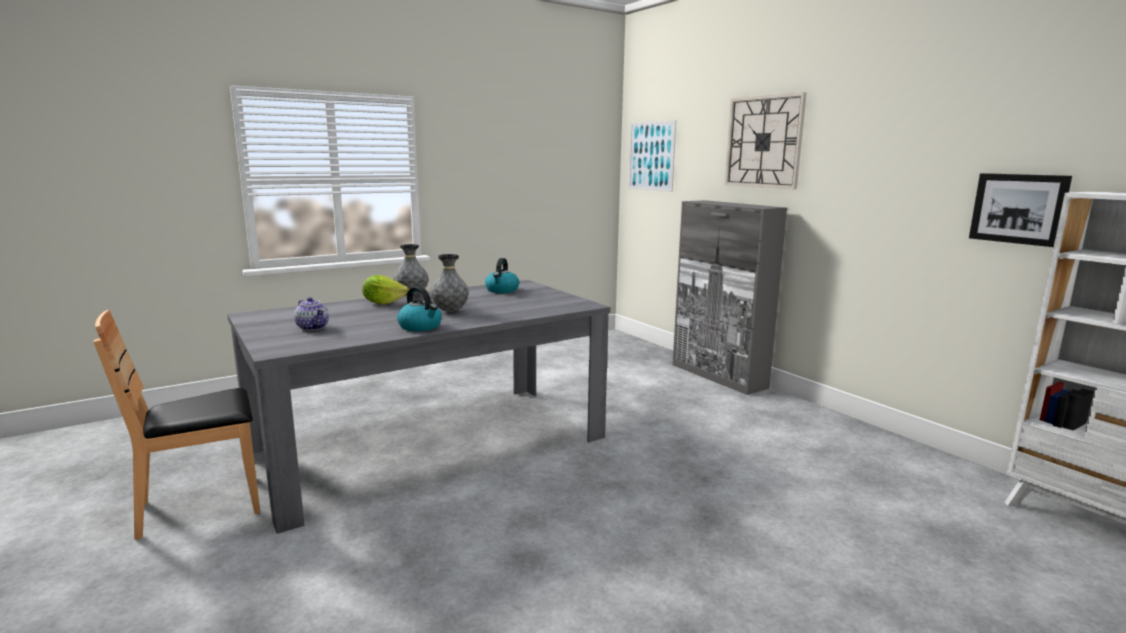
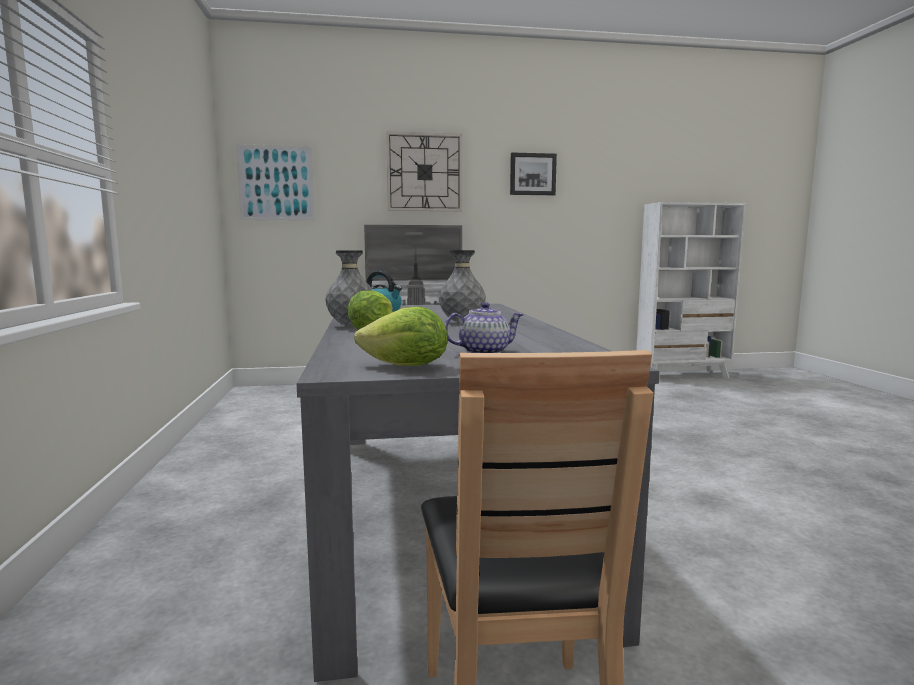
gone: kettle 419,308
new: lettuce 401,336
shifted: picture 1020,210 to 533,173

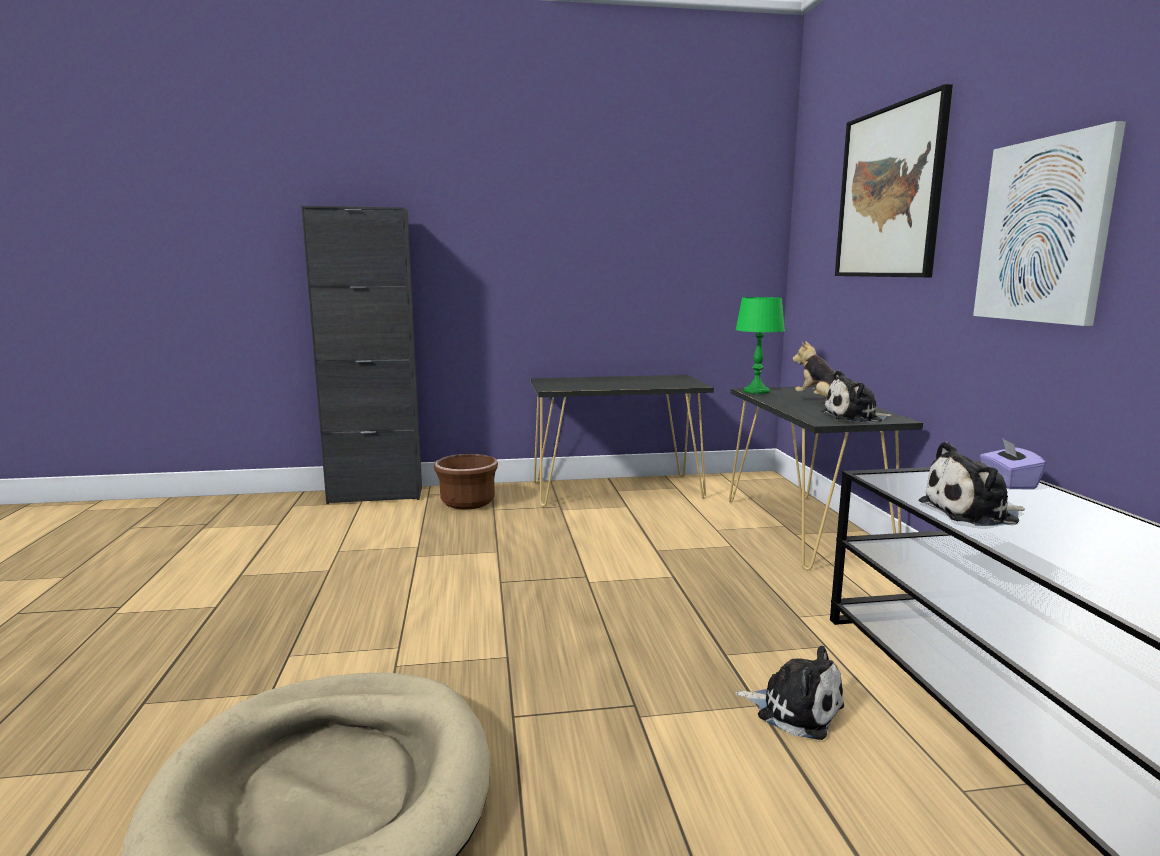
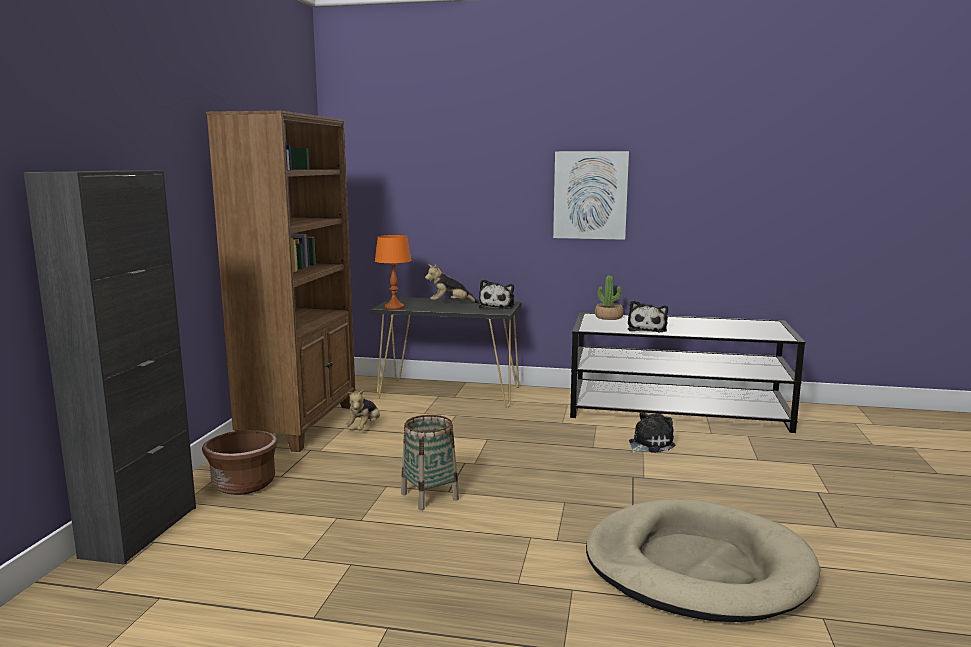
gone: picture 894,180
new: plush toy 362,410; basket 430,462
swapped: black console table 622,440 to brown bookcase 280,281; purple tissue box 1013,463 to potted plant 609,297
repainted: green table lamp 760,345 to orange table lamp 393,272

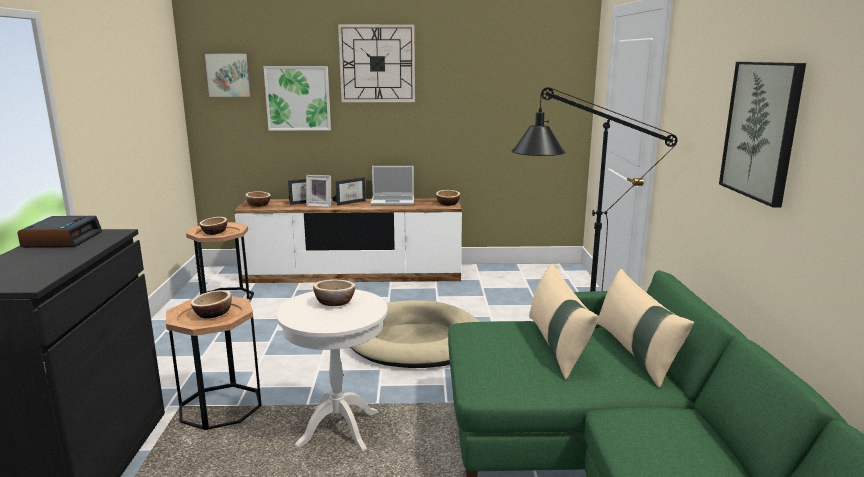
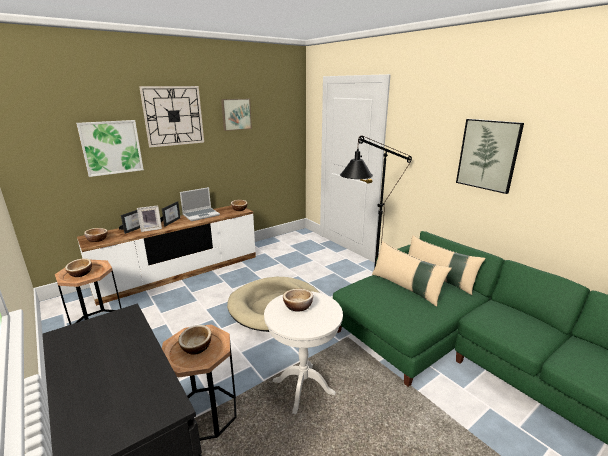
gone: alarm clock 59,232
shifted: picture 228,75 to 236,115

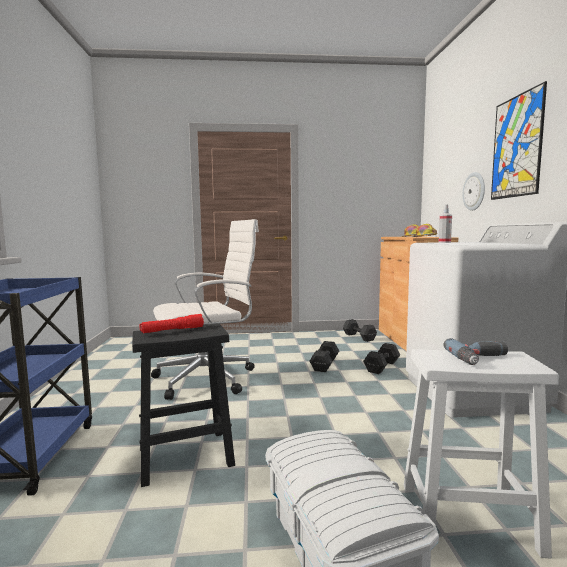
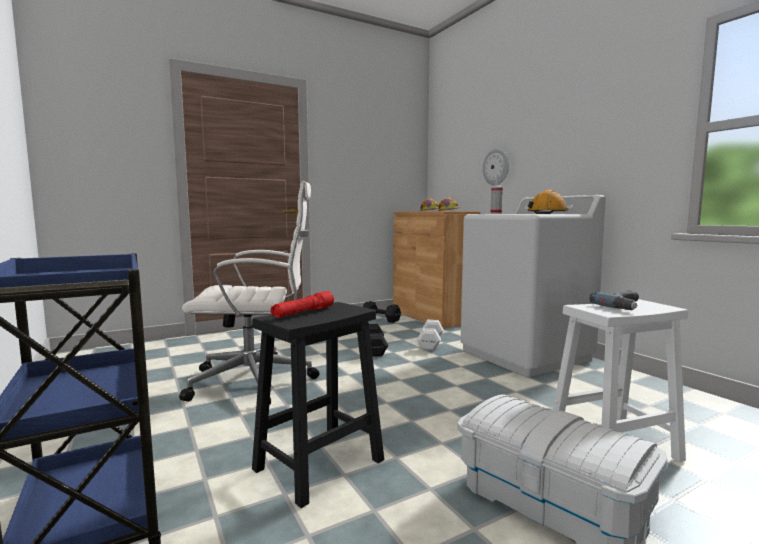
gone: picture 519,140
new: orange hard hat 548,202
repainted: black dumbbell 381,358 to white dumbbell 430,335
rotated: white office chair 205,309 = 249,293 45 degrees clockwise

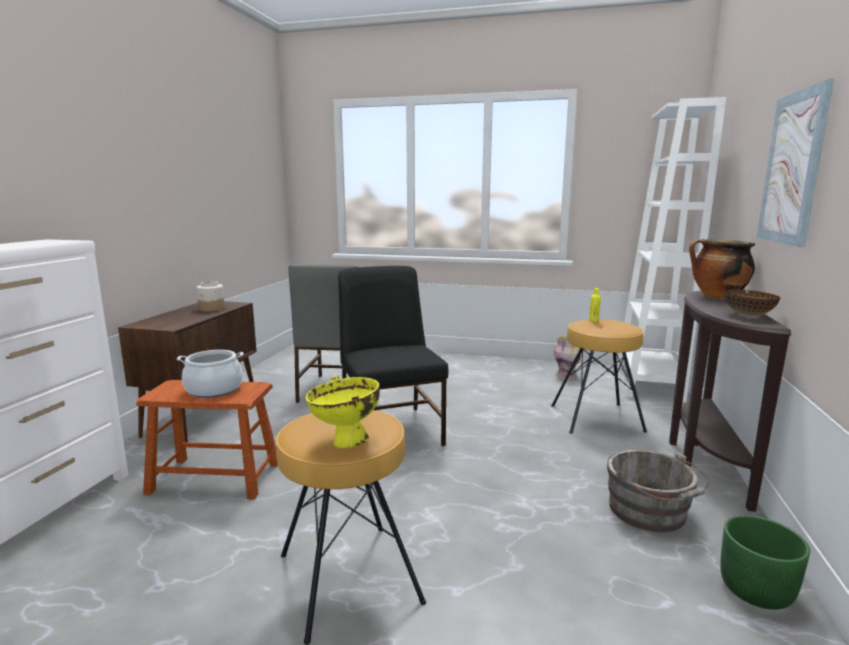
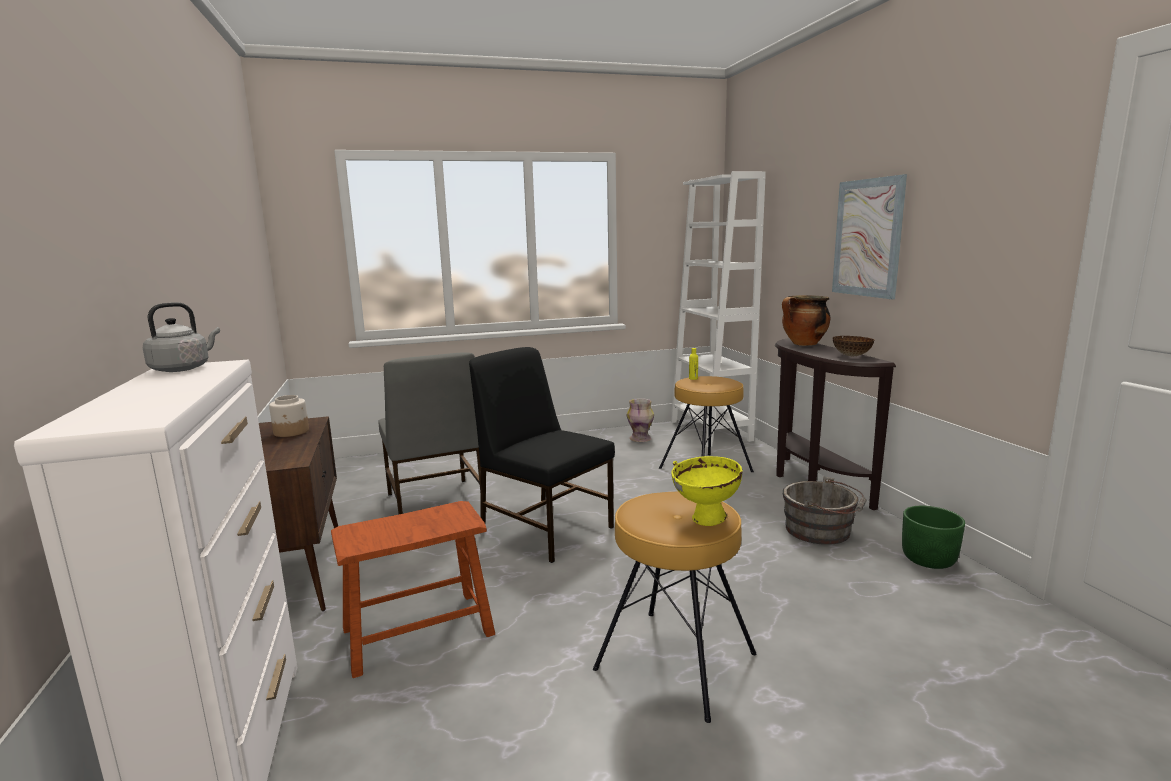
gone: cooking pot 210,374
new: grey kettle 181,337

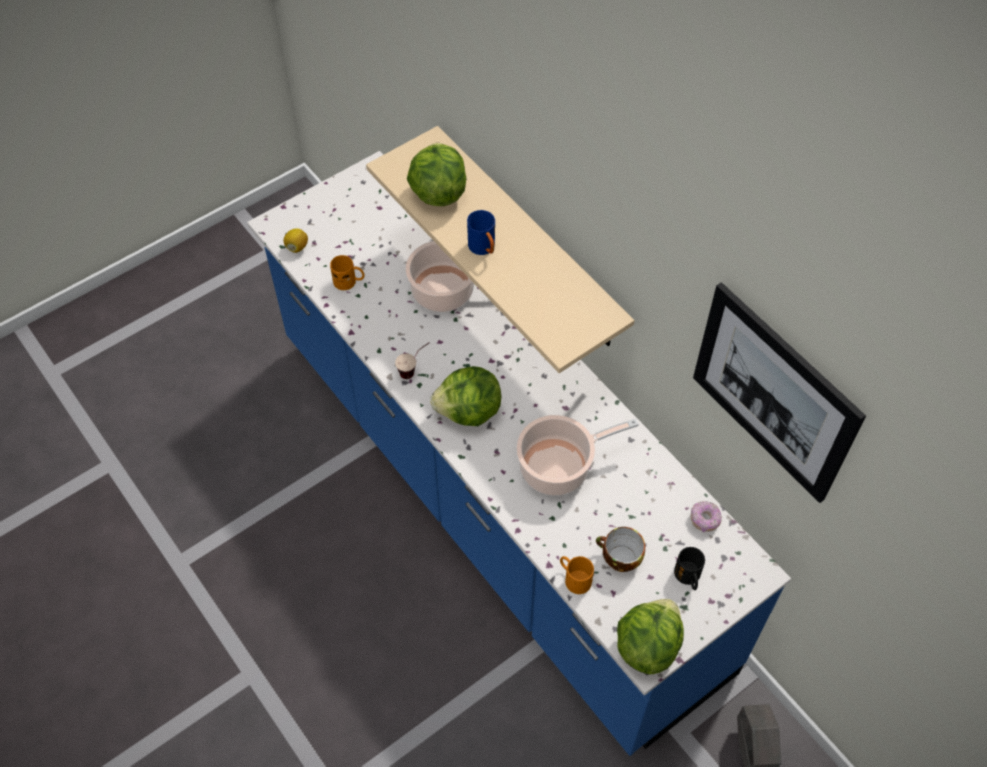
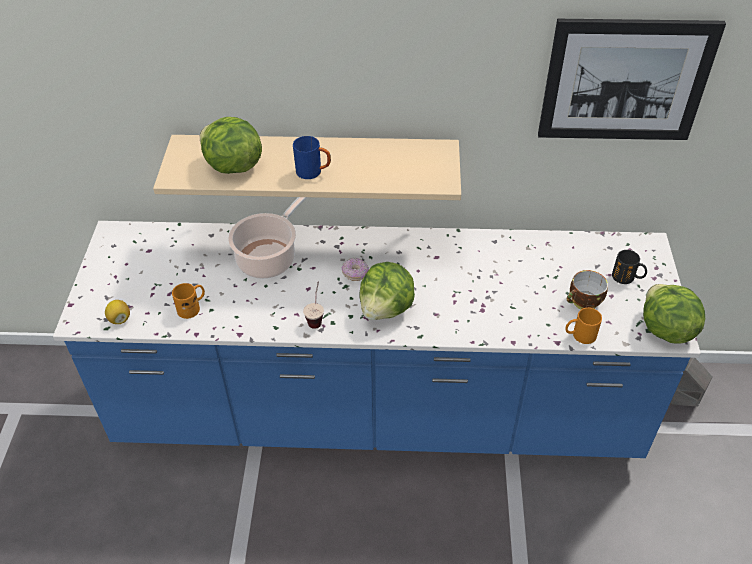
gone: cooking pot 578,455
shifted: donut 706,516 to 355,269

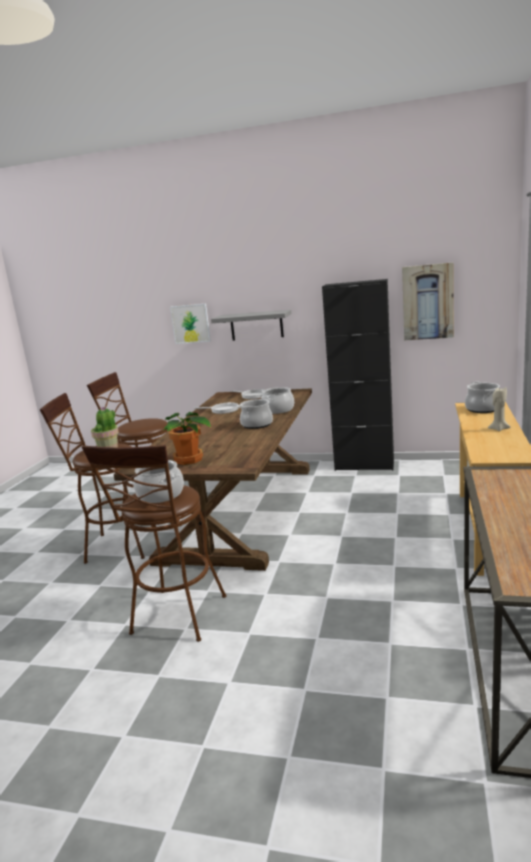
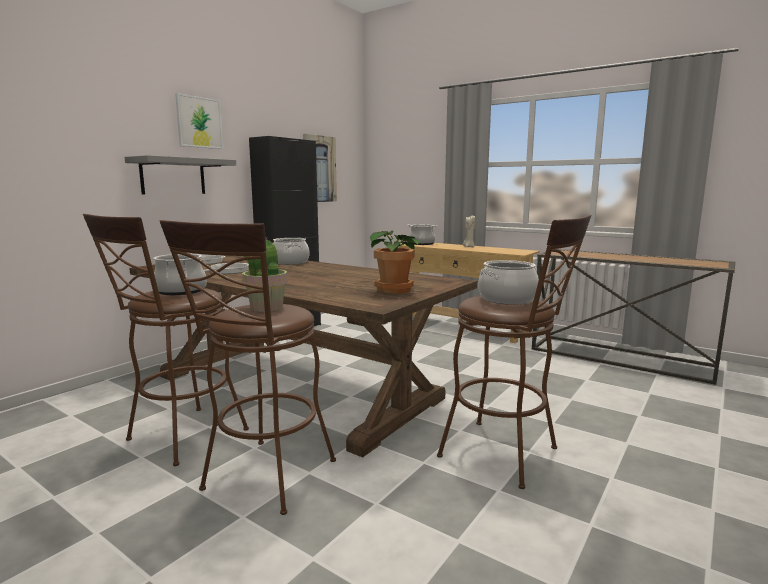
shifted: picture 190,324 to 199,121; cooking pot 255,413 to 180,273

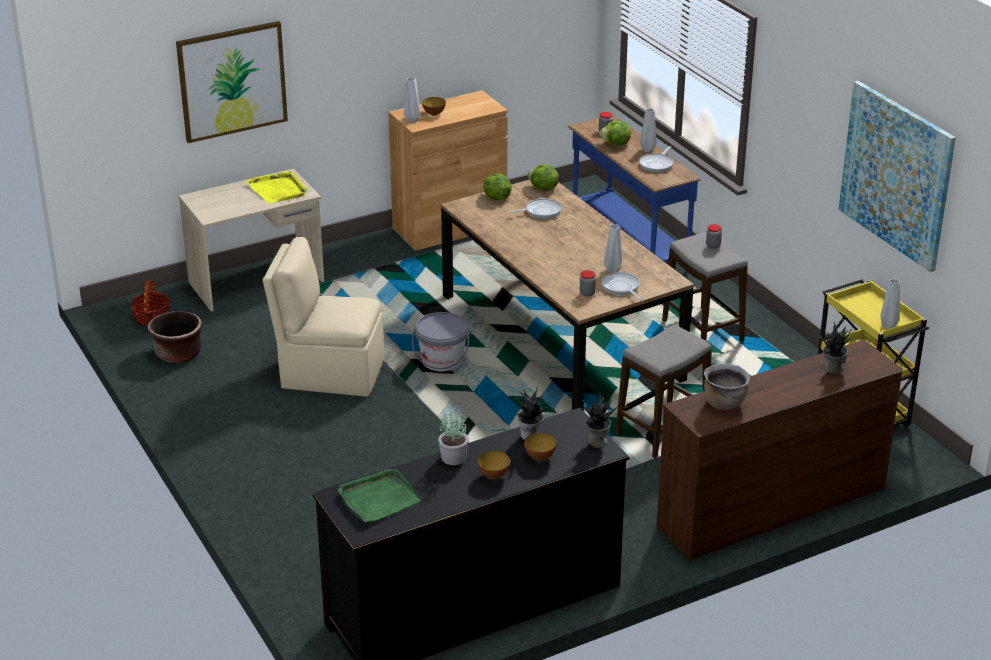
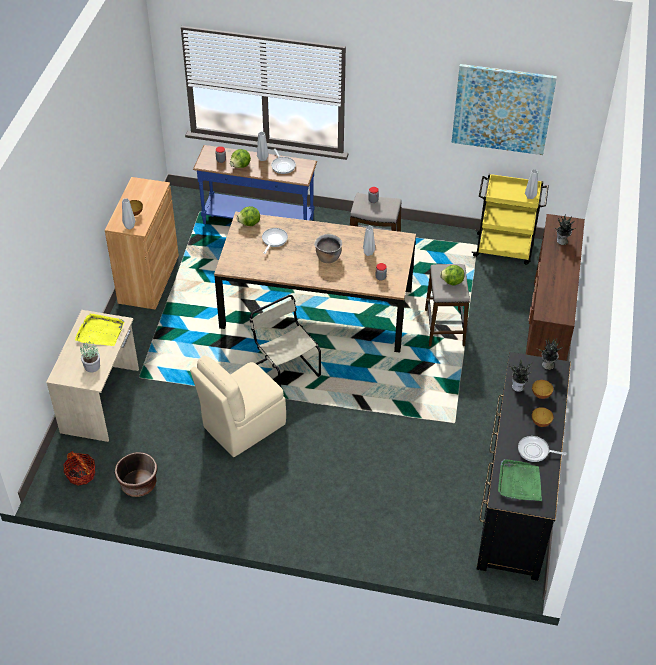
gone: picture 232,82
shifted: lettuce 497,187 to 452,275; frying pan 621,286 to 542,449; brown cooking pot 727,387 to 328,248; potted plant 453,438 to 90,357
swapped: grey bucket 440,341 to beige chair 285,341

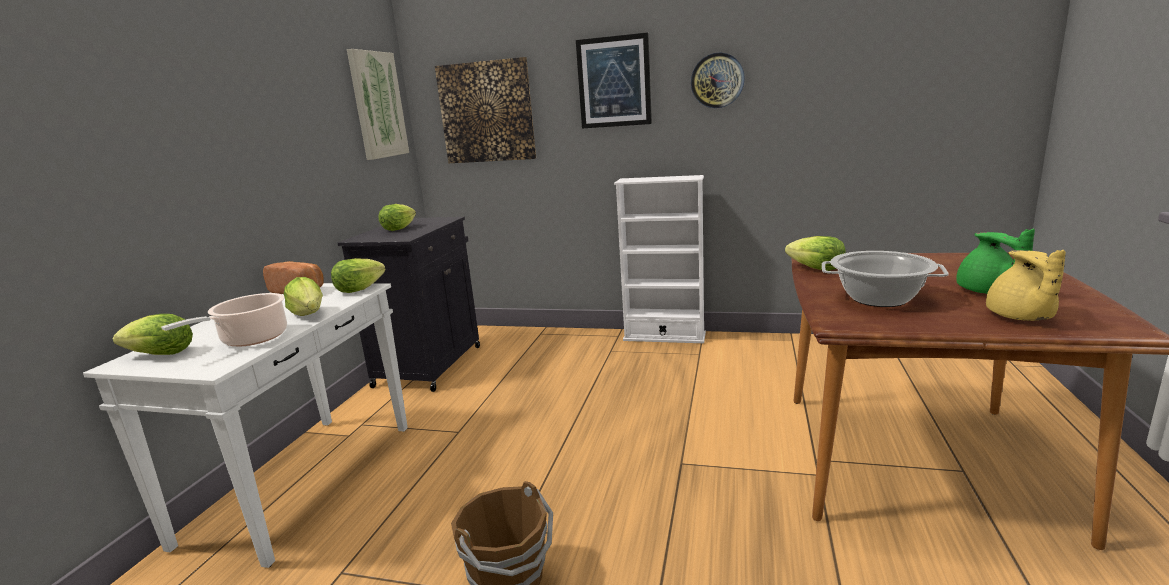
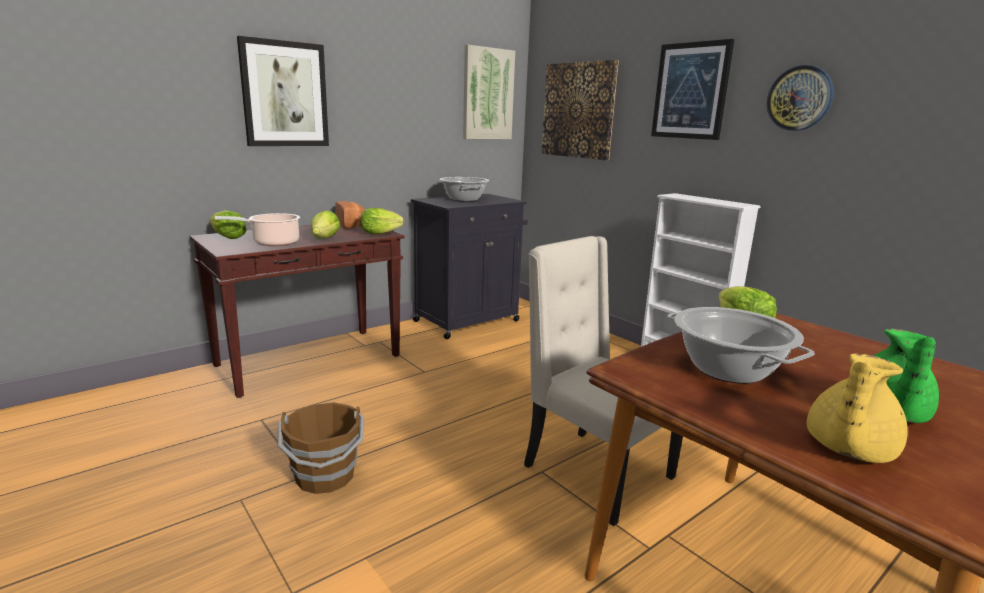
new: picture 283,91; beige chair 603,381
swapped: lettuce 397,217 to cooking pot 464,189
repainted: white console table 245,425 to brown console table 297,311

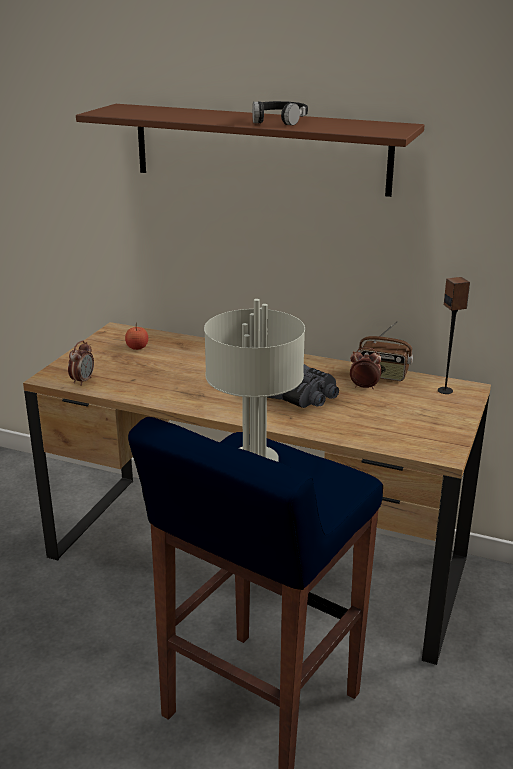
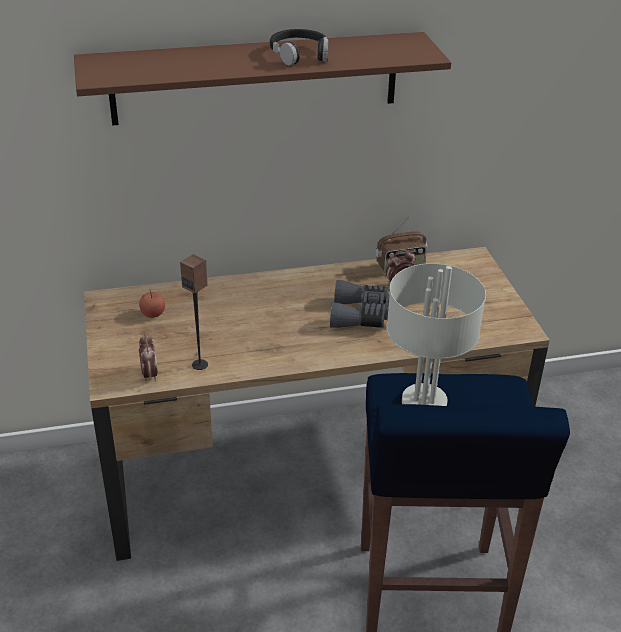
shifted: speaker 454,335 to 194,312

